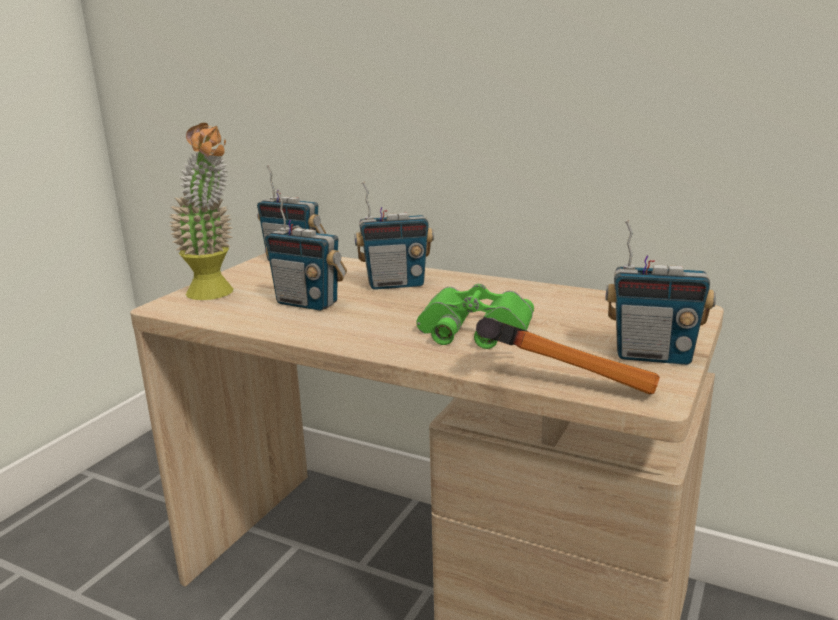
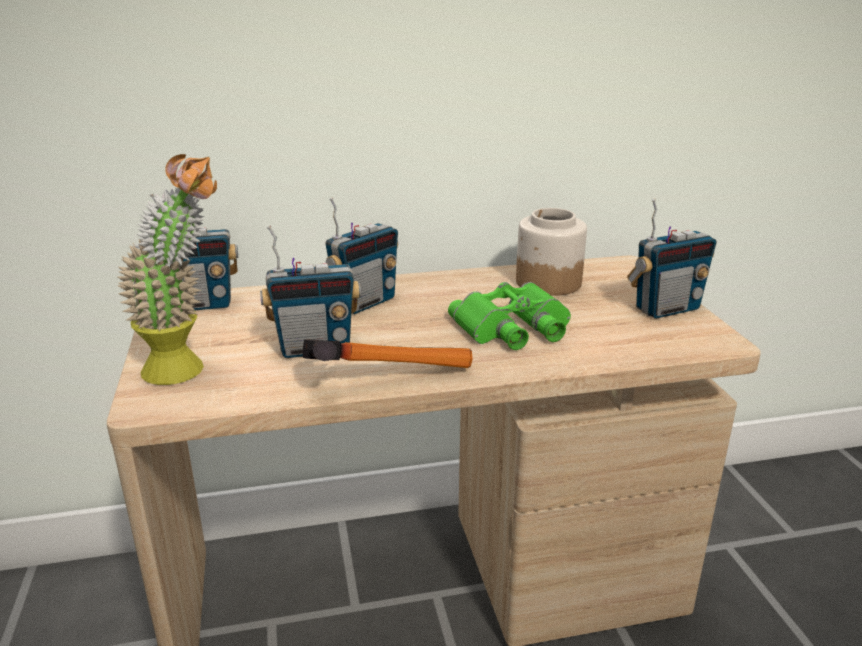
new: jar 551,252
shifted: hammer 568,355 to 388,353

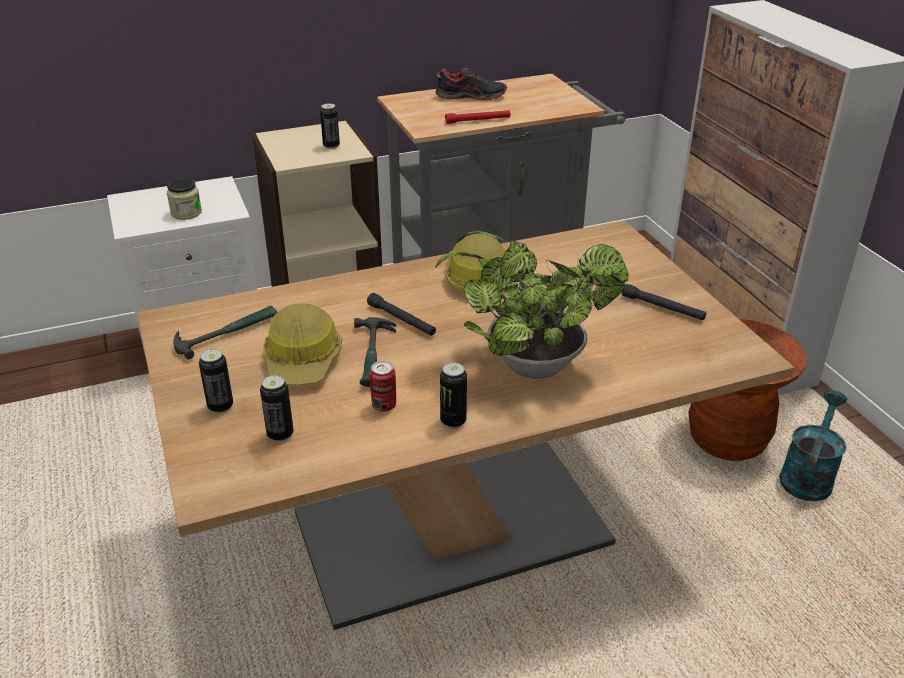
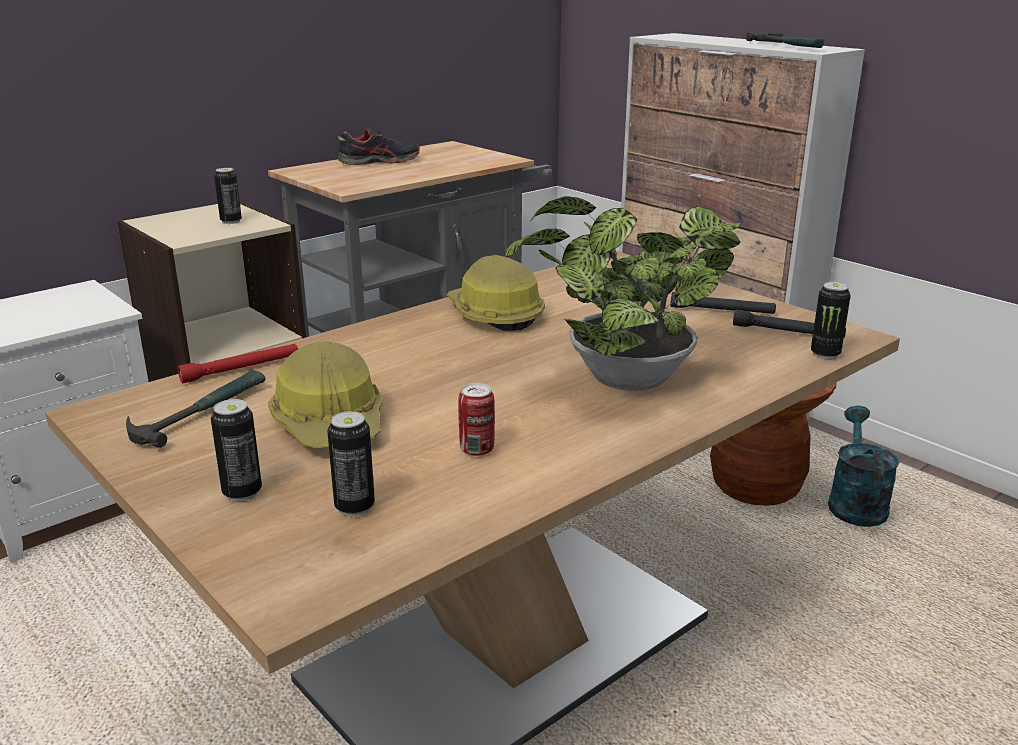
gone: jar 184,199
shifted: red flashlight 477,117 to 238,363; black flashlight 401,314 to 789,324; hammer 375,352 to 785,40; can 453,395 to 831,320

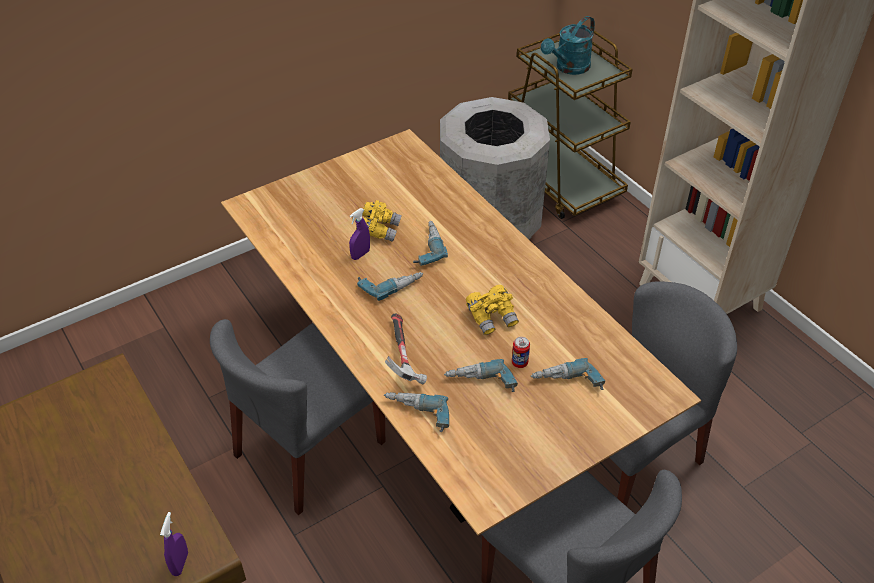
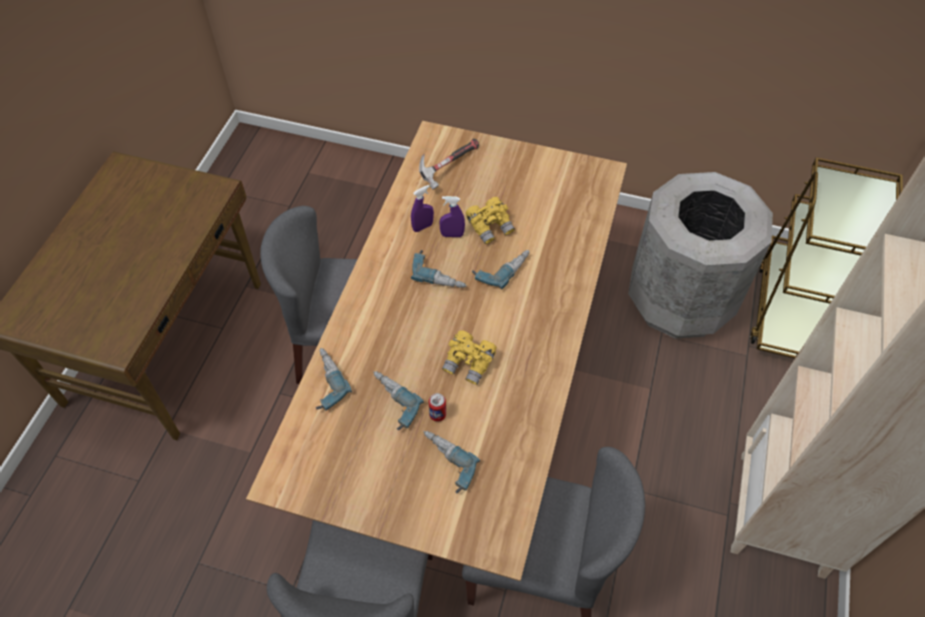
gone: turquoise watering can 568,45
shifted: hammer 406,349 to 449,164; purple spray bottle 174,544 to 422,208

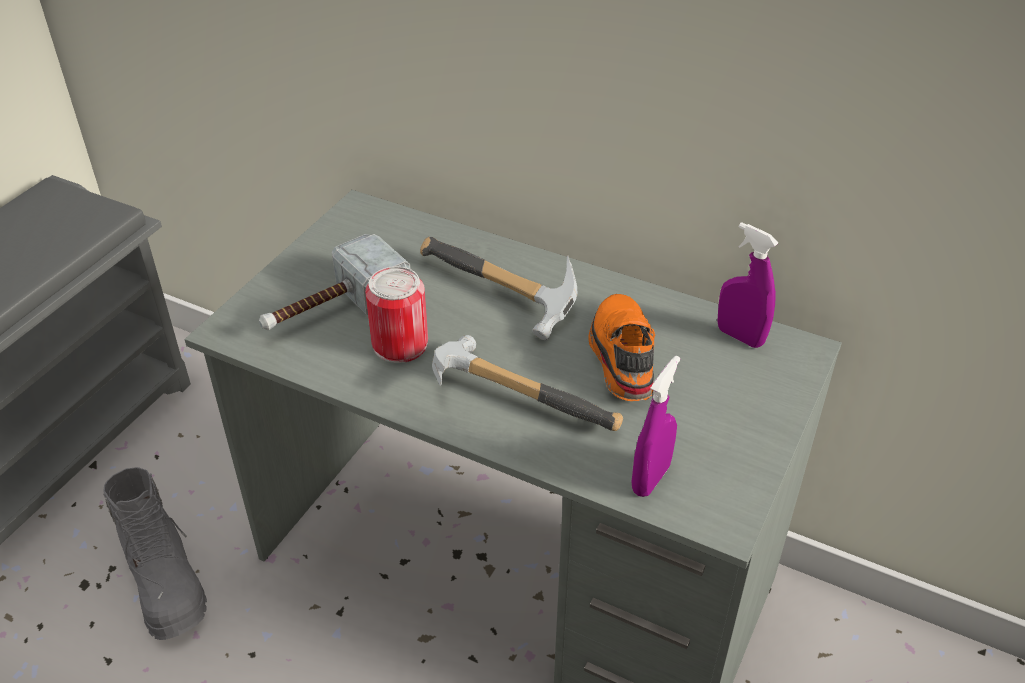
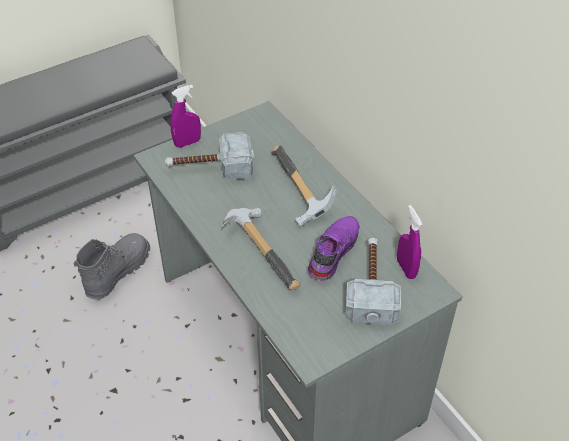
gone: can 396,314
new: hammer 373,281
shifted: purple spray bottle 655,426 to 185,116
repainted: orange shoe 622,347 to purple shoe 333,248
rotated: grey boot 155,553 = 112,266 150 degrees counterclockwise

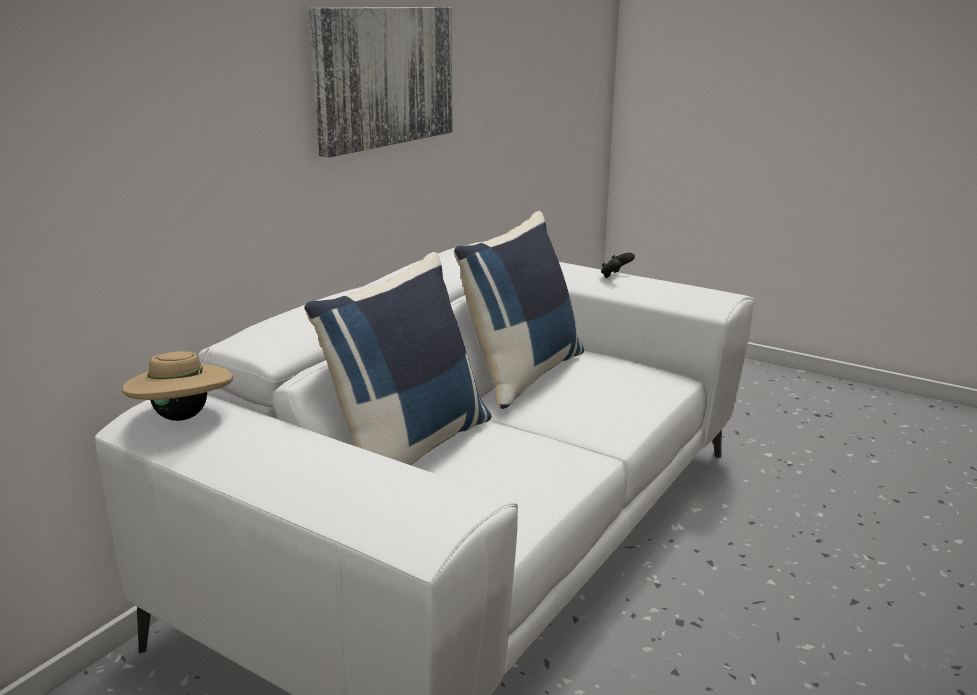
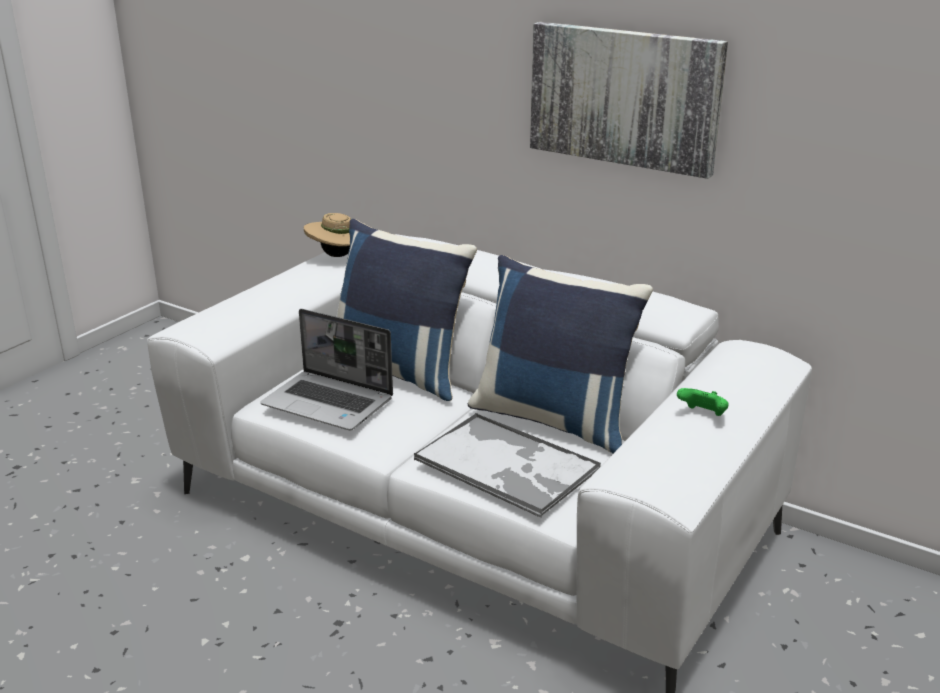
new: laptop 326,369; tray 507,465
repainted: black game controller 618,265 to green game controller 703,402

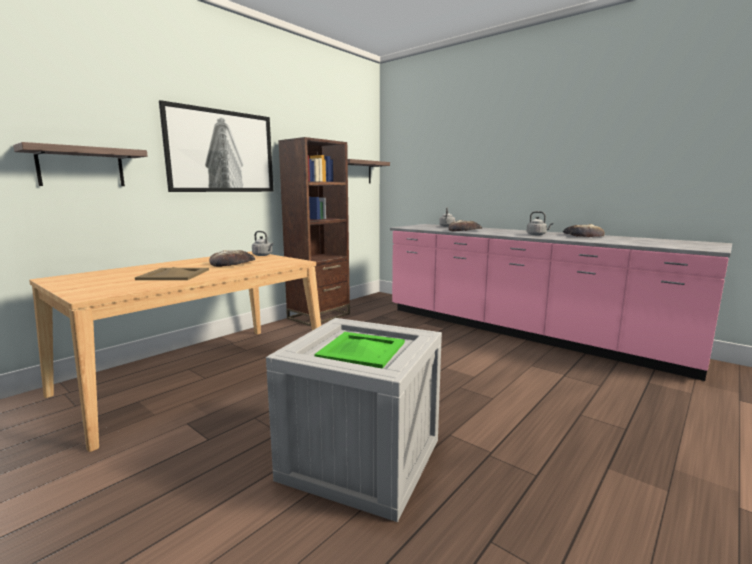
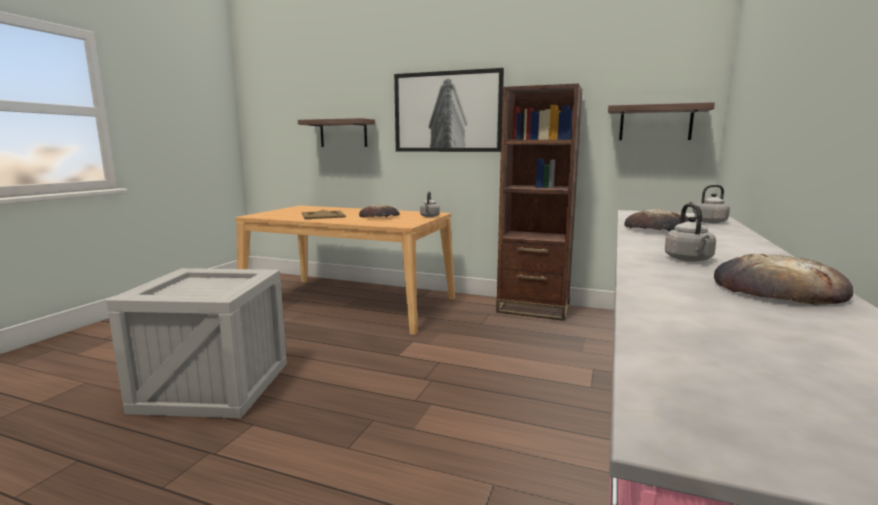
gone: green tray 359,350

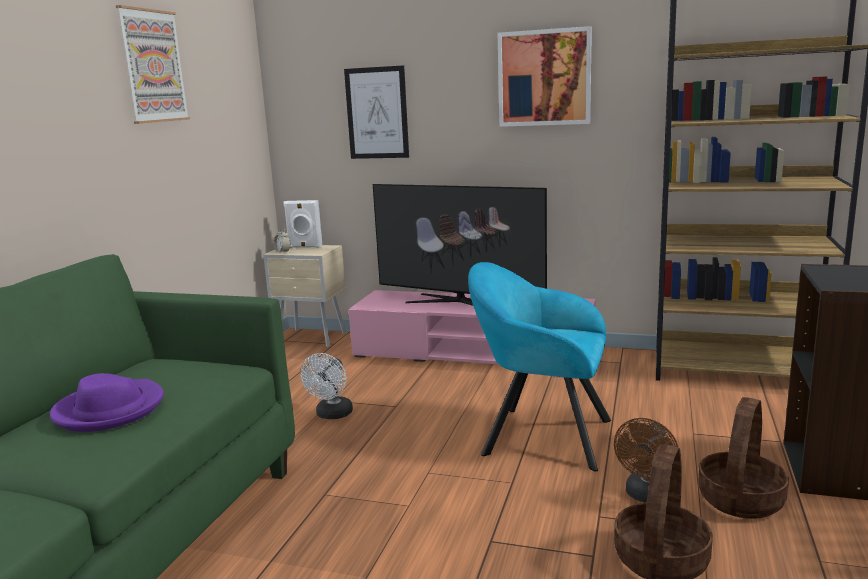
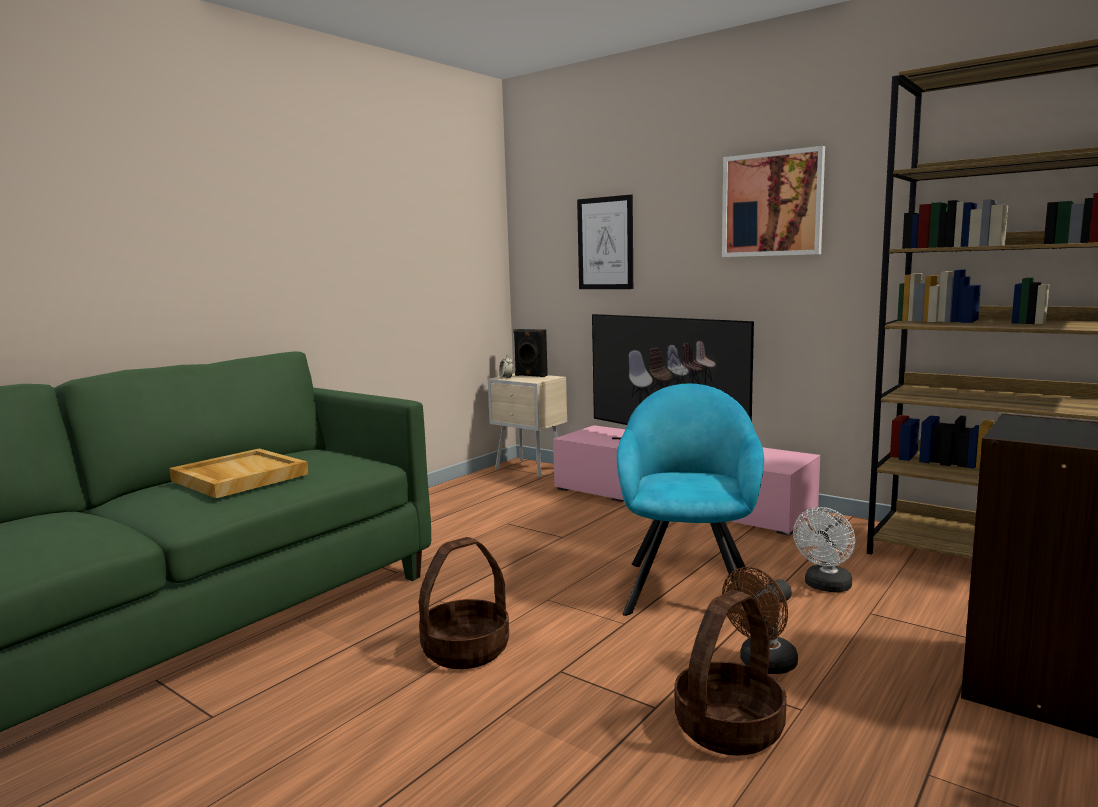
gone: picture 153,64
shifted: white fan 326,386 to 824,550; basket 743,458 to 464,603
swapped: purple hat 107,402 to beige tray 238,473
repainted: white speaker 303,224 to black speaker 530,353
rotated: turquoise armchair 539,367 = 690,499 60 degrees clockwise

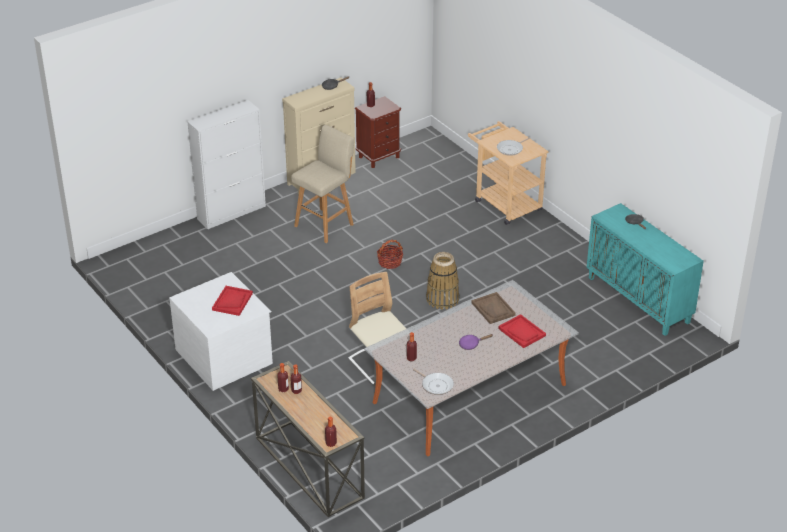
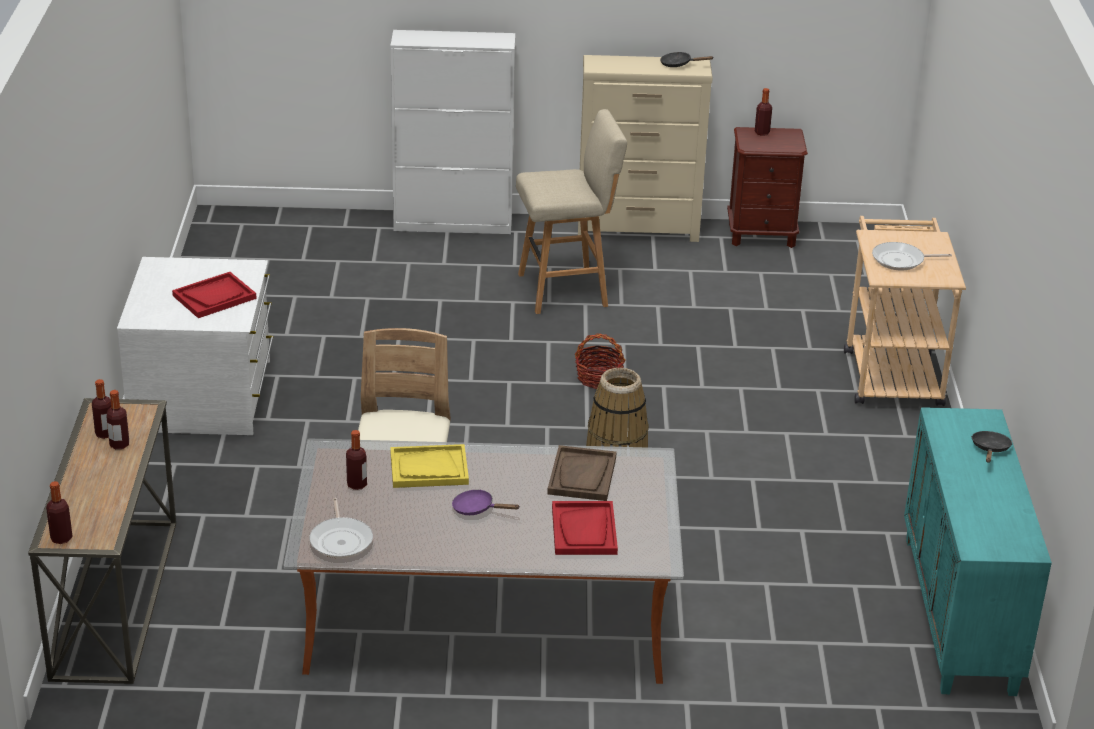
new: yellow tray 429,466

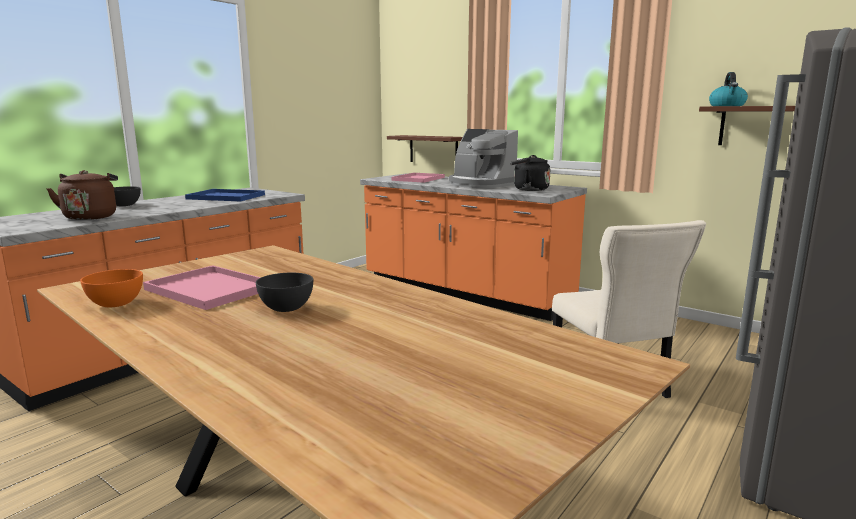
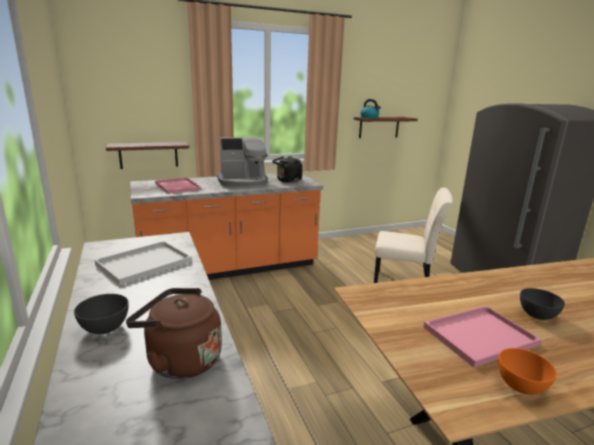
repainted: blue tray 225,195 to white tray 143,263

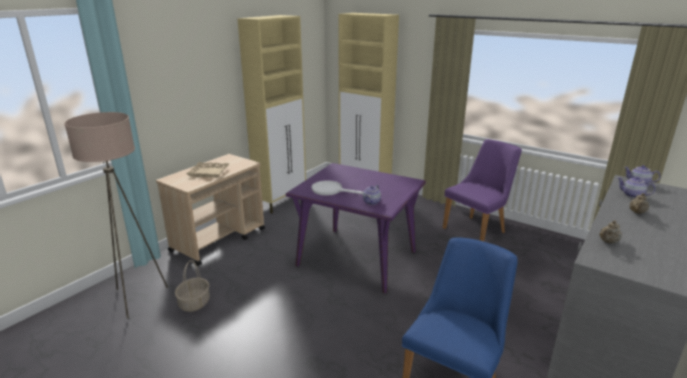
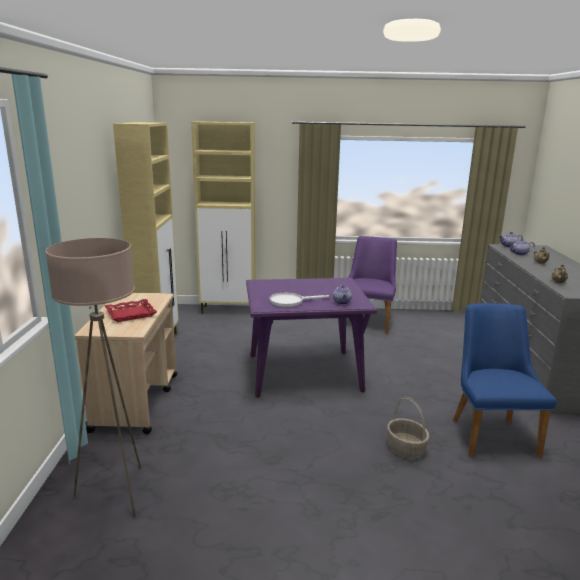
shifted: basket 192,286 to 408,427
repainted: beige tray 207,170 to red tray 131,310

